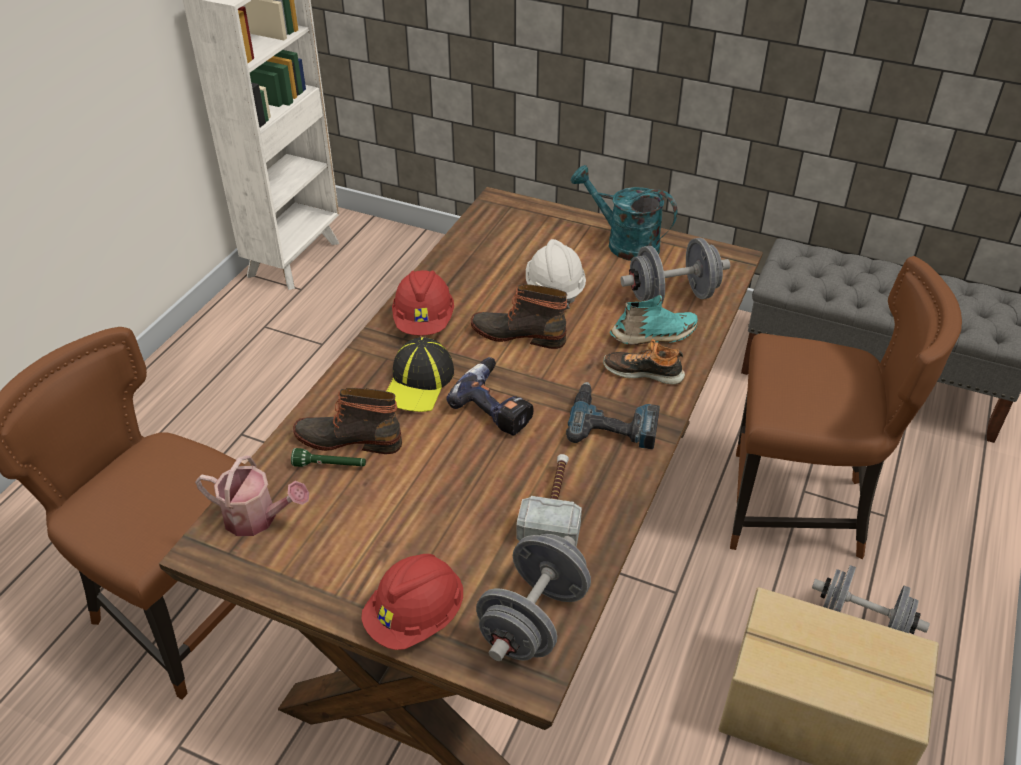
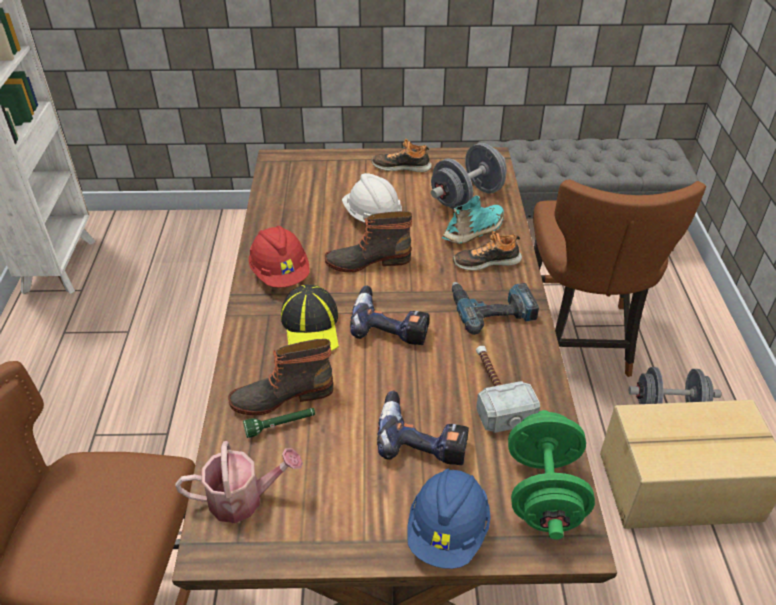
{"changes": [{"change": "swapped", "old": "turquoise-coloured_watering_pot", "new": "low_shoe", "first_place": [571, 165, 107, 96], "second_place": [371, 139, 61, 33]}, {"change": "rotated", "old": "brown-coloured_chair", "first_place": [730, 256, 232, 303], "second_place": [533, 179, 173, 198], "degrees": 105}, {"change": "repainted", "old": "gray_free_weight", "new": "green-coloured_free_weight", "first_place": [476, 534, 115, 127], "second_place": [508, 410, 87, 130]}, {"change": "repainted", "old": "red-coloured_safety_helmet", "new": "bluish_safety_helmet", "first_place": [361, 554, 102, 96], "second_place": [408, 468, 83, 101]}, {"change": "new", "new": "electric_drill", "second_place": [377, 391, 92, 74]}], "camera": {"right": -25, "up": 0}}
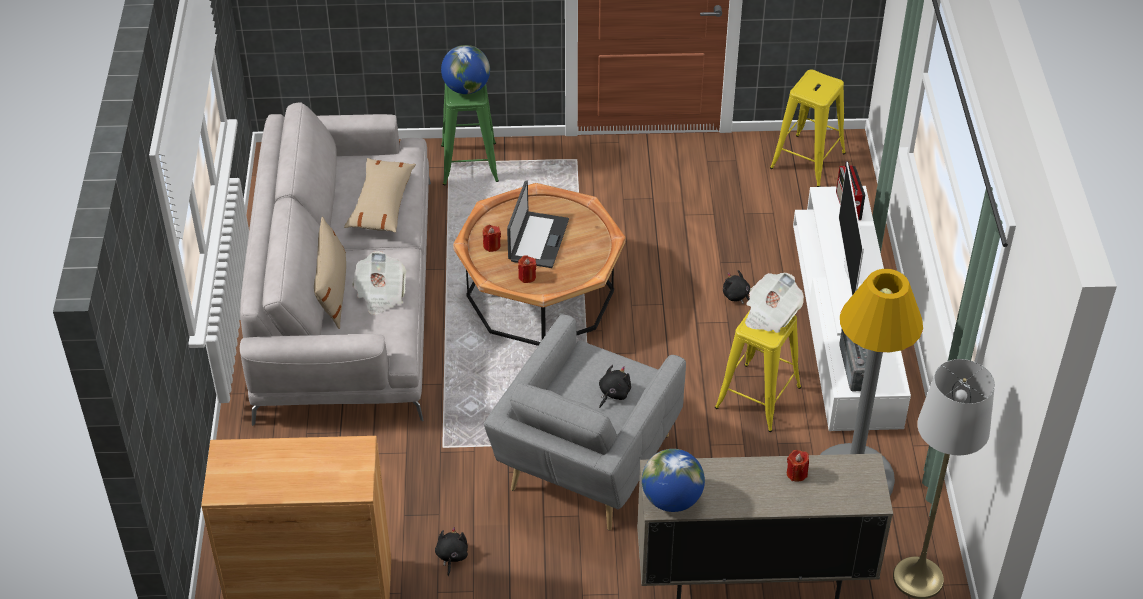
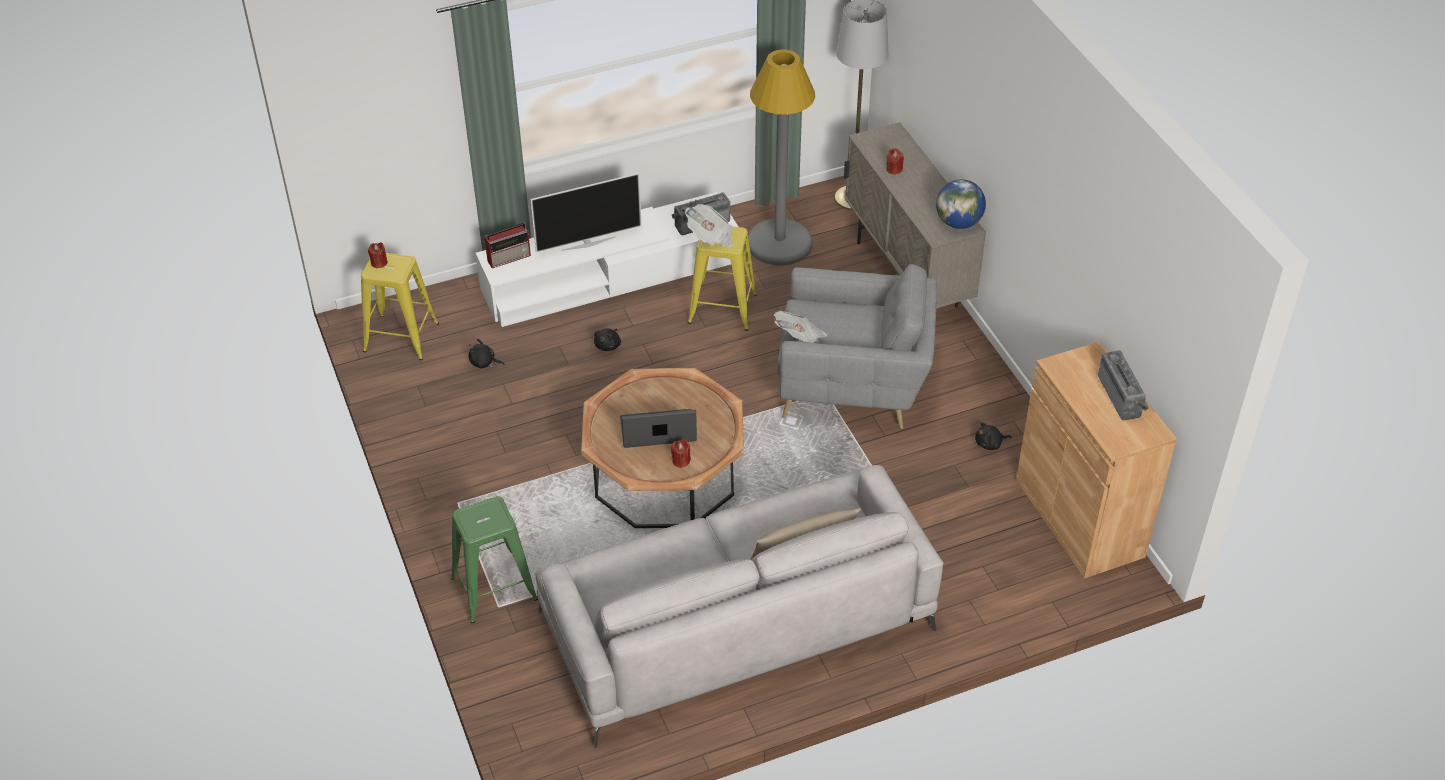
{"changes": [{"change": "gone", "old": "globe", "first_place": [441, 45, 49, 49]}, {"change": "gone", "old": "beige_throw_pillow", "first_place": [344, 158, 72, 75]}, {"change": "shifted", "old": "daily_paper", "first_place": [352, 251, 54, 64], "second_place": [774, 311, 53, 32]}, {"change": "shifted", "old": "red-coloured_candle", "first_place": [518, 256, 18, 27], "second_place": [368, 242, 20, 27]}, {"change": "shifted", "old": "blackish_plush_toy", "first_place": [599, 365, 32, 43], "second_place": [469, 339, 36, 29]}, {"change": "new", "new": "radio_set", "second_place": [1098, 351, 51, 70]}], "camera": {"right": -110, "up": 0}}
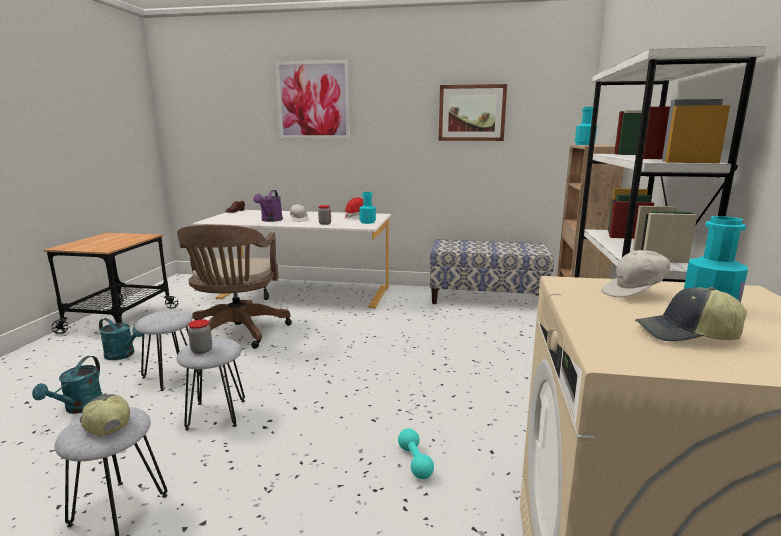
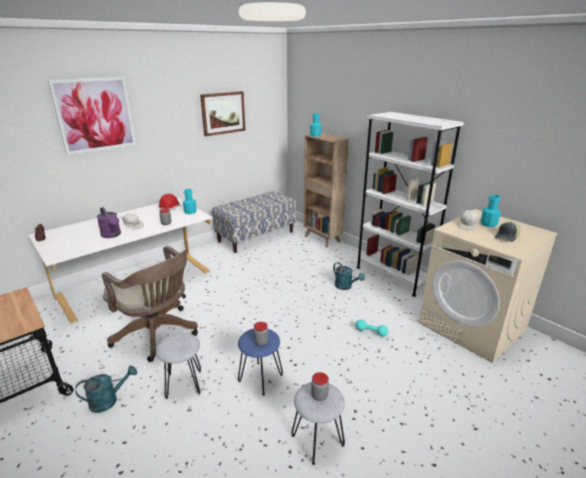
{"changes": [{"change": "repainted", "old": "gray_stool_seat", "new": "bluish_stool_seat", "first_place": [176, 338, 69, 92], "second_place": [238, 329, 45, 67]}, {"change": "shifted", "old": "turquoise-coloured_watering_pot", "first_place": [32, 356, 71, 58], "second_place": [333, 262, 32, 28]}, {"change": "swapped", "old": "baseball_cap", "new": "jar", "first_place": [80, 394, 50, 42], "second_place": [311, 372, 18, 29]}], "camera": {"right": -50, "up": 10}}
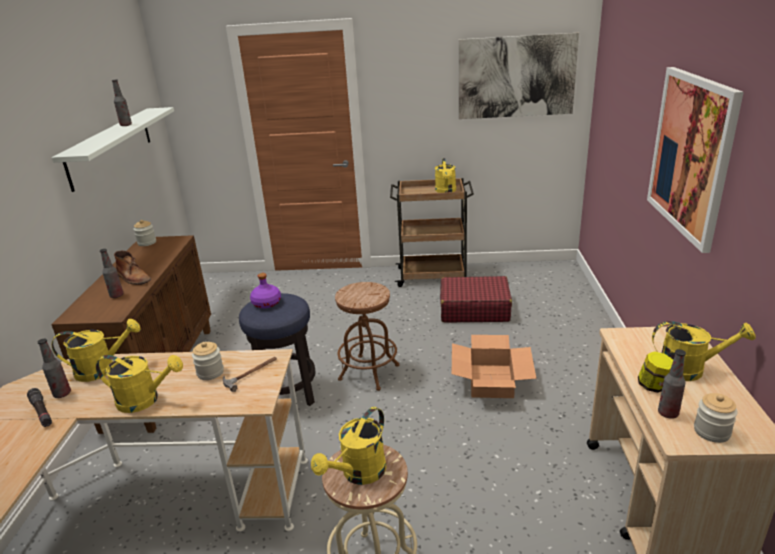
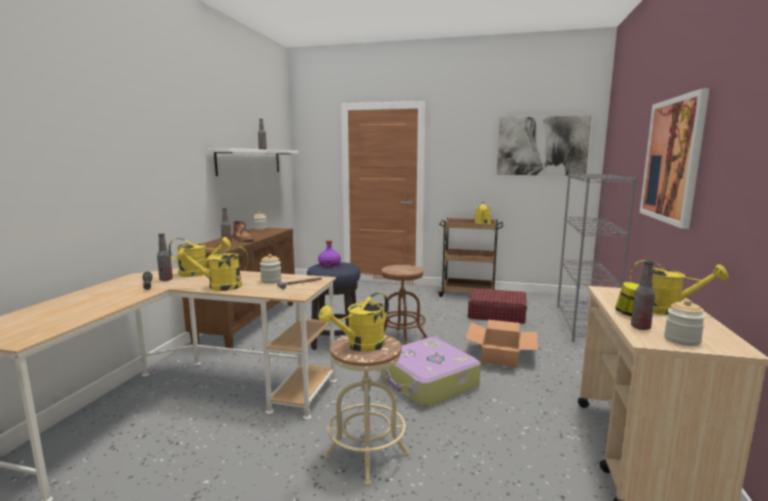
{"changes": [{"change": "rotated", "old": "yellow-coloured_watering_pot", "first_place": [95, 355, 88, 58], "second_place": [177, 246, 71, 45], "degrees": 150}, {"change": "new", "new": "gray_shelving_unit", "second_place": [557, 173, 80, 169]}, {"change": "new", "new": "piece_of_luggage", "second_place": [380, 338, 101, 69]}], "camera": {"right": 10, "up": -15}}
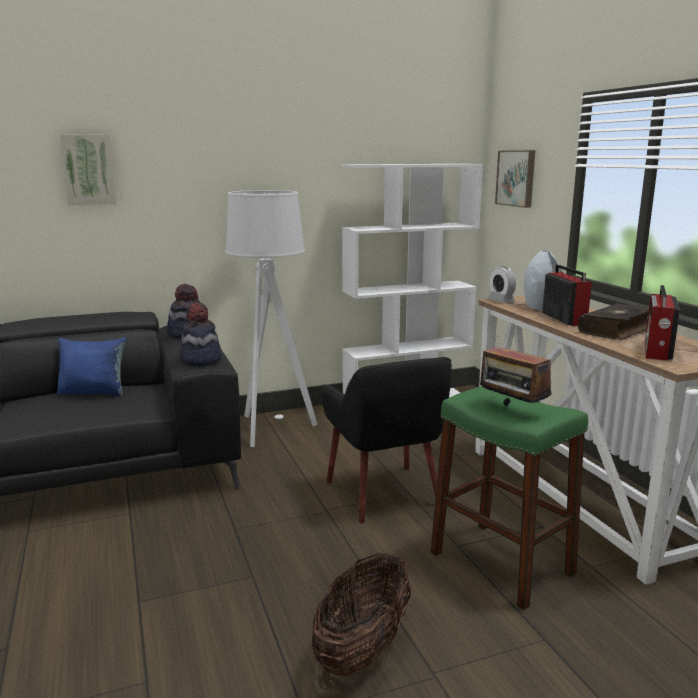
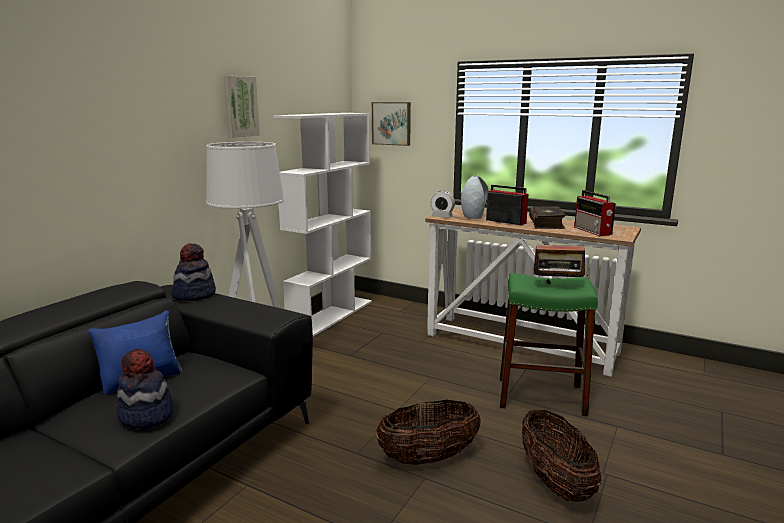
{"changes": [{"change": "shifted", "old": "wall_art", "first_place": [60, 134, 56, 71], "second_place": [223, 76, 37, 62]}, {"change": "shifted", "old": "hat", "first_place": [179, 302, 43, 64], "second_place": [116, 349, 57, 79]}, {"change": "gone", "old": "blackish_armchair", "first_place": [321, 357, 131, 166]}, {"change": "new", "new": "basket", "second_place": [376, 400, 105, 65]}], "camera": {"right": -40, "up": 0}}
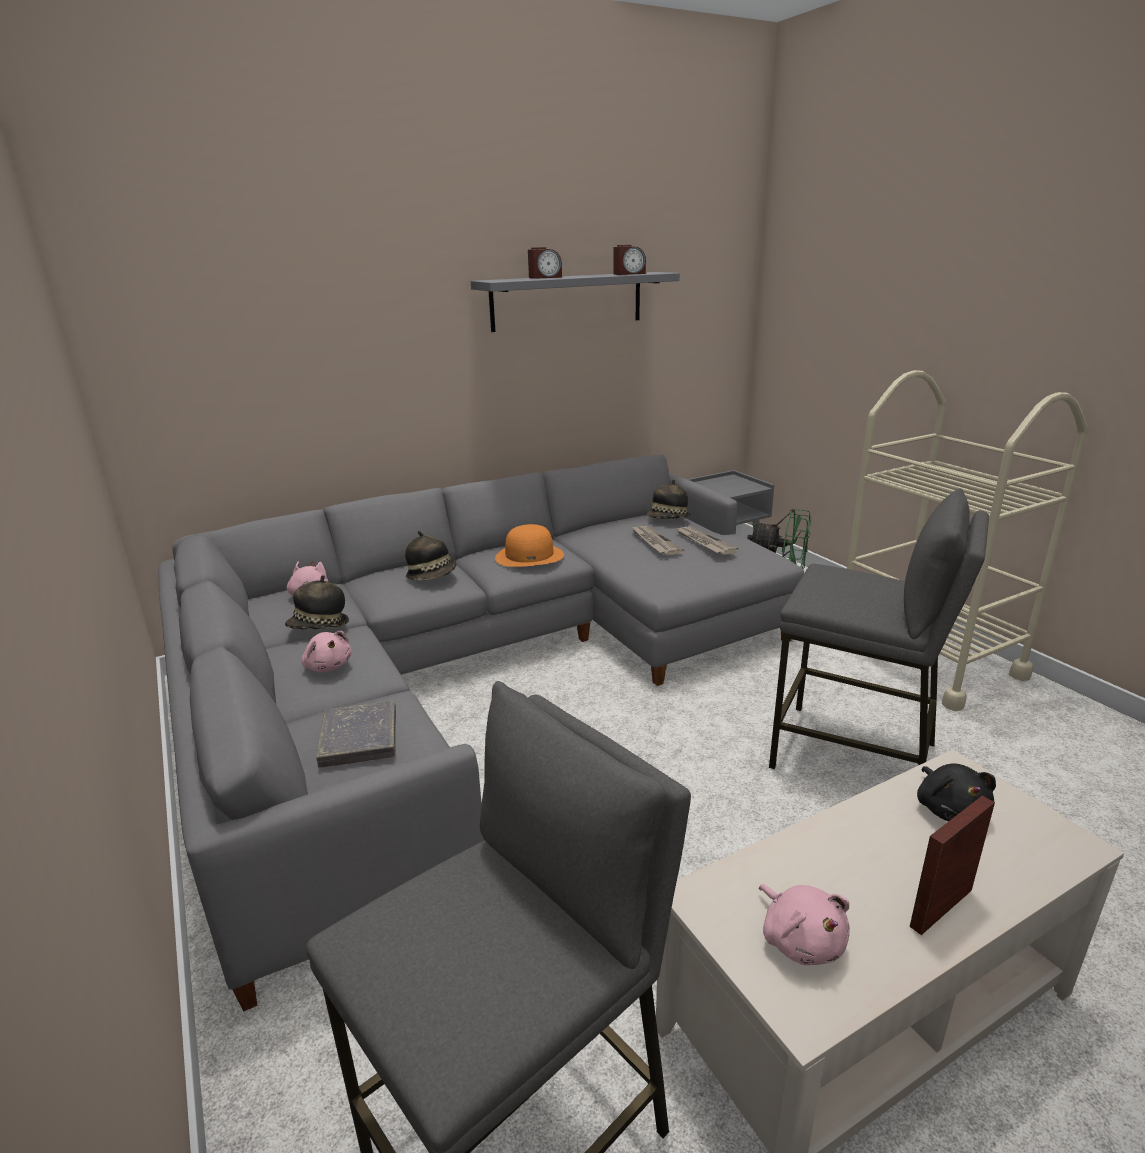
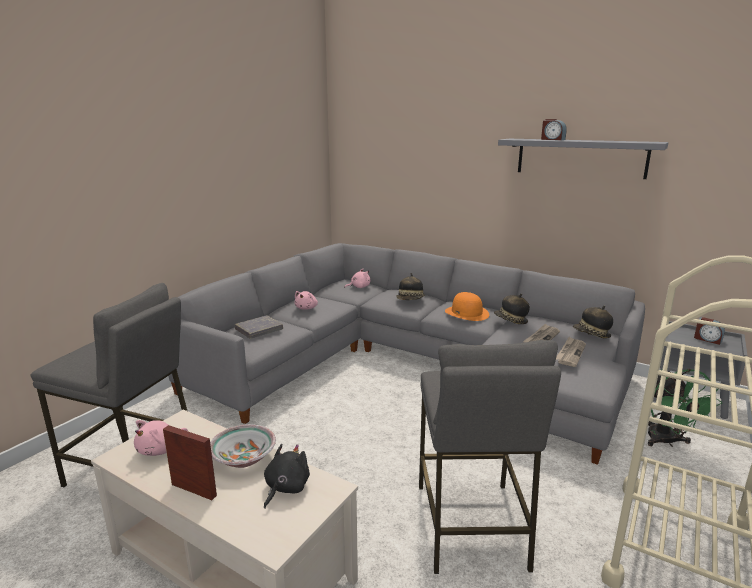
{"changes": [{"change": "shifted", "old": "bedside_clock", "first_place": [614, 245, 32, 30], "second_place": [694, 317, 31, 28]}, {"change": "shifted", "old": "hat", "first_place": [285, 575, 64, 55], "second_place": [494, 294, 36, 30]}, {"change": "rotated", "old": "blackish_plush_toy", "first_place": [917, 763, 79, 58], "second_place": [264, 444, 46, 65], "degrees": 150}, {"change": "new", "new": "bowl", "second_place": [210, 424, 66, 44]}], "camera": {"right": 60, "up": -5}}
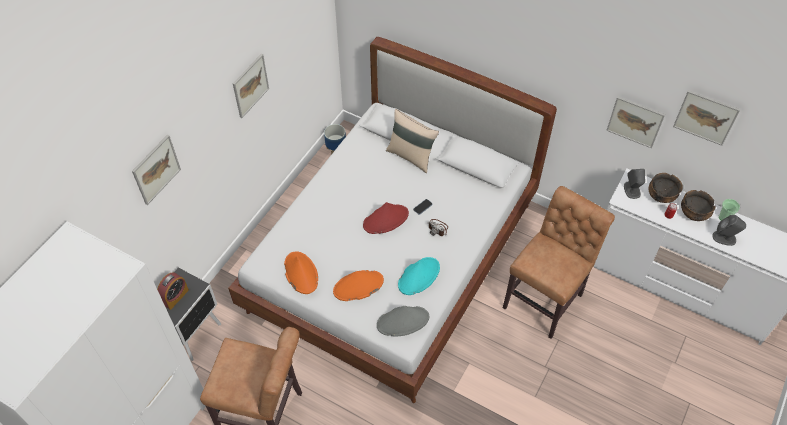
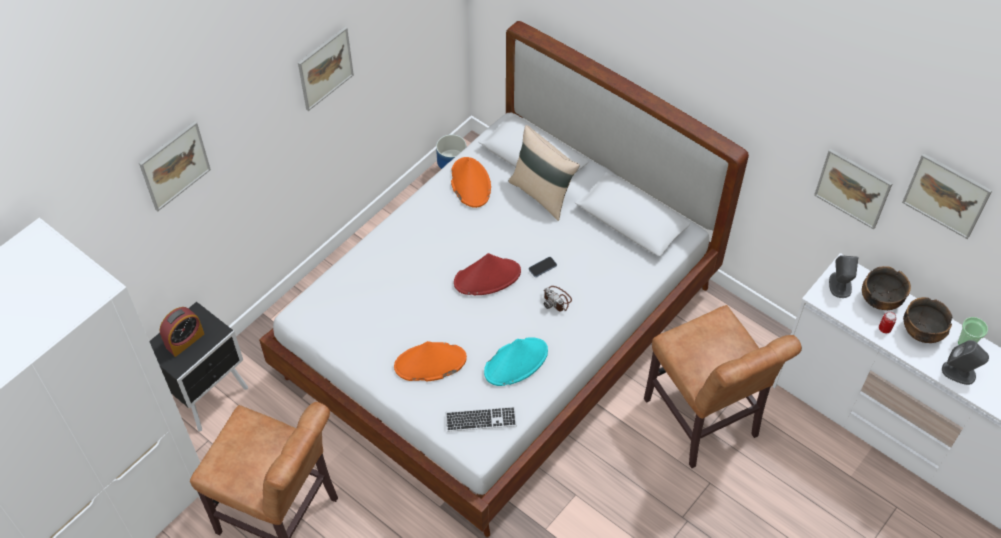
{"changes": [{"change": "rotated", "old": "brown-coloured_chair", "first_place": [503, 186, 112, 153], "second_place": [644, 305, 158, 163], "degrees": 105}, {"change": "shifted", "old": "orangey_hat", "first_place": [284, 251, 34, 43], "second_place": [451, 157, 40, 51]}, {"change": "swapped", "old": "gray_hat", "new": "keyboard", "first_place": [377, 306, 52, 30], "second_place": [446, 406, 71, 26]}], "camera": {"right": 10, "up": 0}}
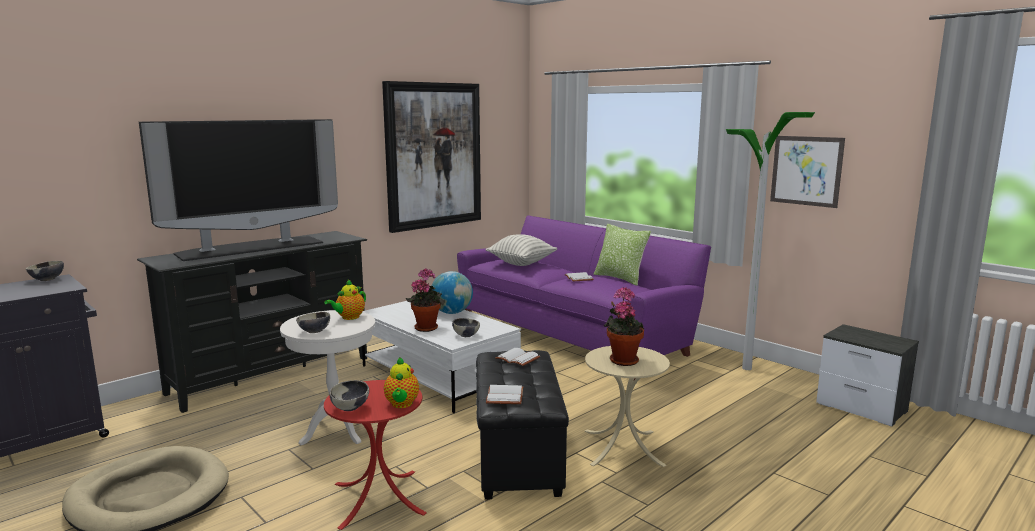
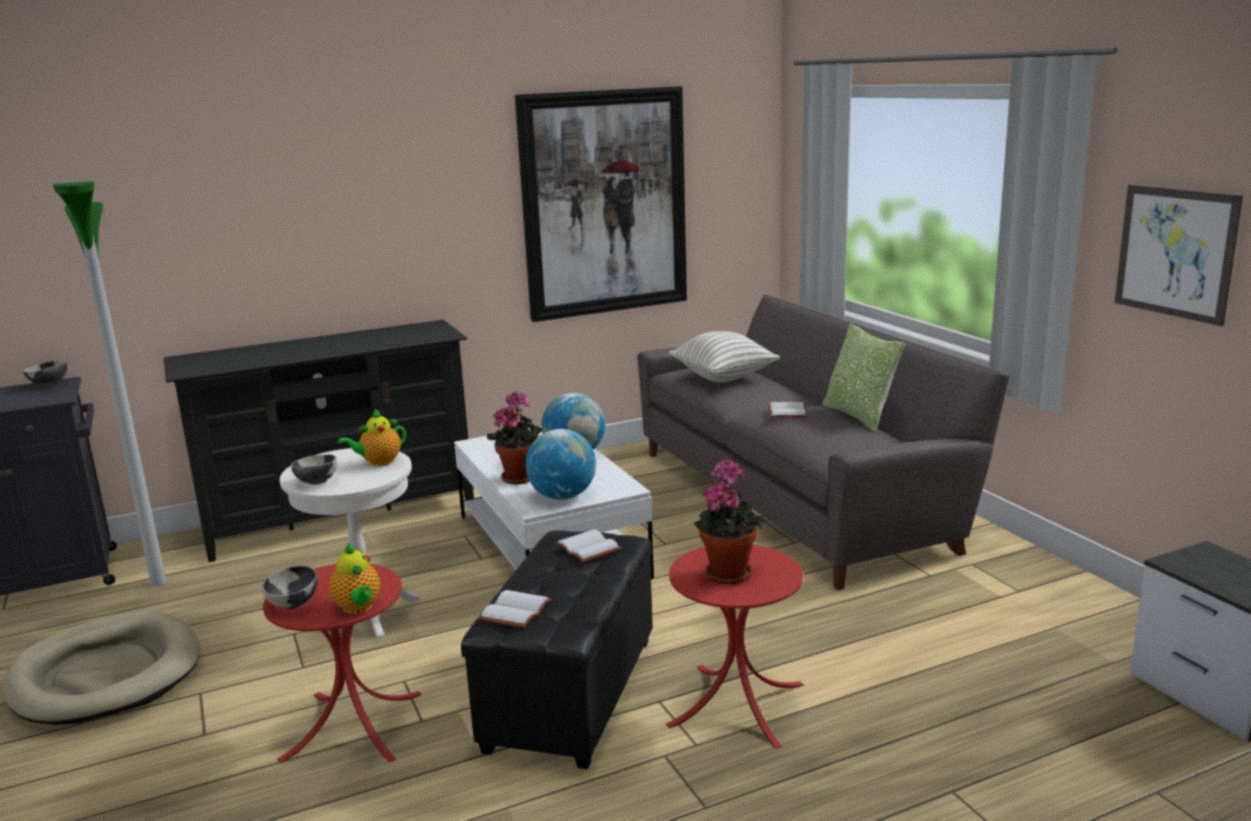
{"changes": [{"change": "shifted", "old": "floor_lamp", "first_place": [726, 112, 89, 258], "second_place": [53, 181, 113, 405]}, {"change": "gone", "old": "TV_set", "first_place": [139, 119, 199, 142]}, {"change": "repainted", "old": "purple-coloured_settee", "new": "gray_settee", "first_place": [457, 215, 254, 165], "second_place": [638, 295, 372, 296]}, {"change": "swapped", "old": "bowl", "new": "globe", "first_place": [452, 318, 28, 19], "second_place": [525, 429, 71, 71]}, {"change": "repainted", "old": "beige_side_table", "new": "red-coloured_side_table", "first_place": [585, 346, 85, 121], "second_place": [666, 545, 138, 203]}, {"change": "rotated", "old": "teapot", "first_place": [384, 357, 35, 51], "second_place": [329, 543, 51, 71], "degrees": -45}], "camera": {"right": 20, "up": 5}}
